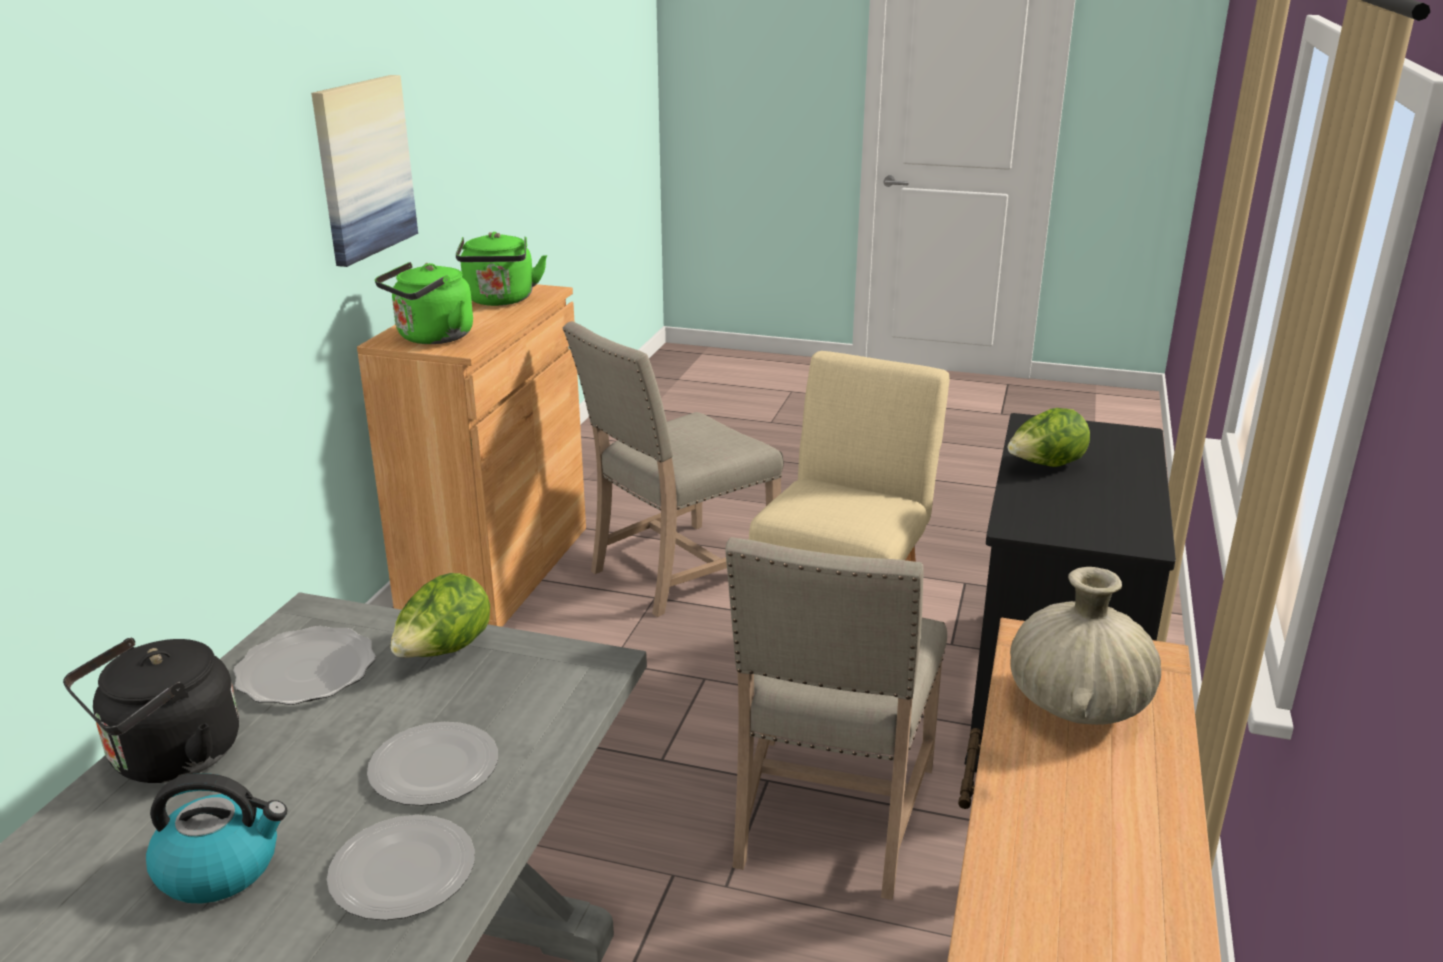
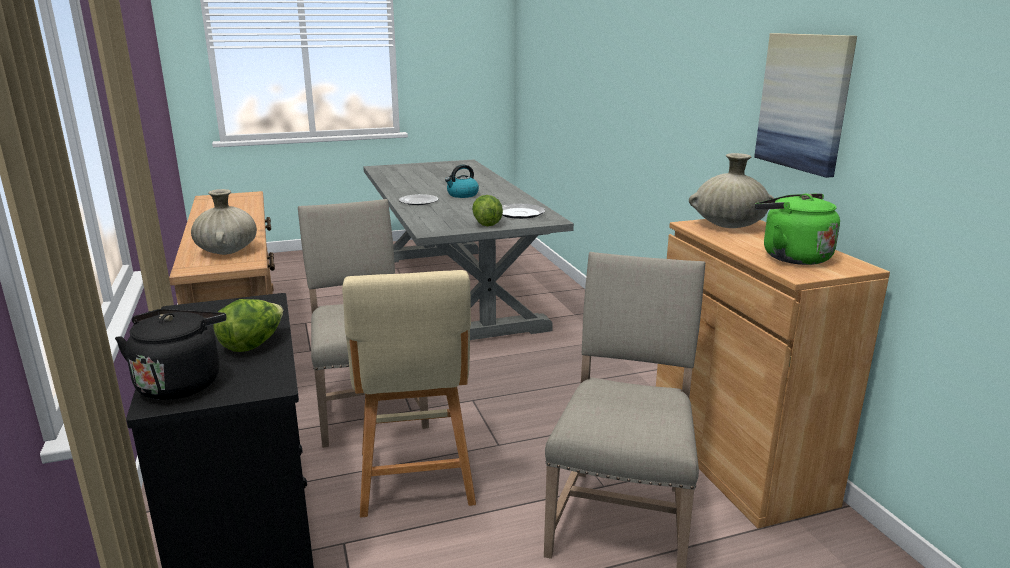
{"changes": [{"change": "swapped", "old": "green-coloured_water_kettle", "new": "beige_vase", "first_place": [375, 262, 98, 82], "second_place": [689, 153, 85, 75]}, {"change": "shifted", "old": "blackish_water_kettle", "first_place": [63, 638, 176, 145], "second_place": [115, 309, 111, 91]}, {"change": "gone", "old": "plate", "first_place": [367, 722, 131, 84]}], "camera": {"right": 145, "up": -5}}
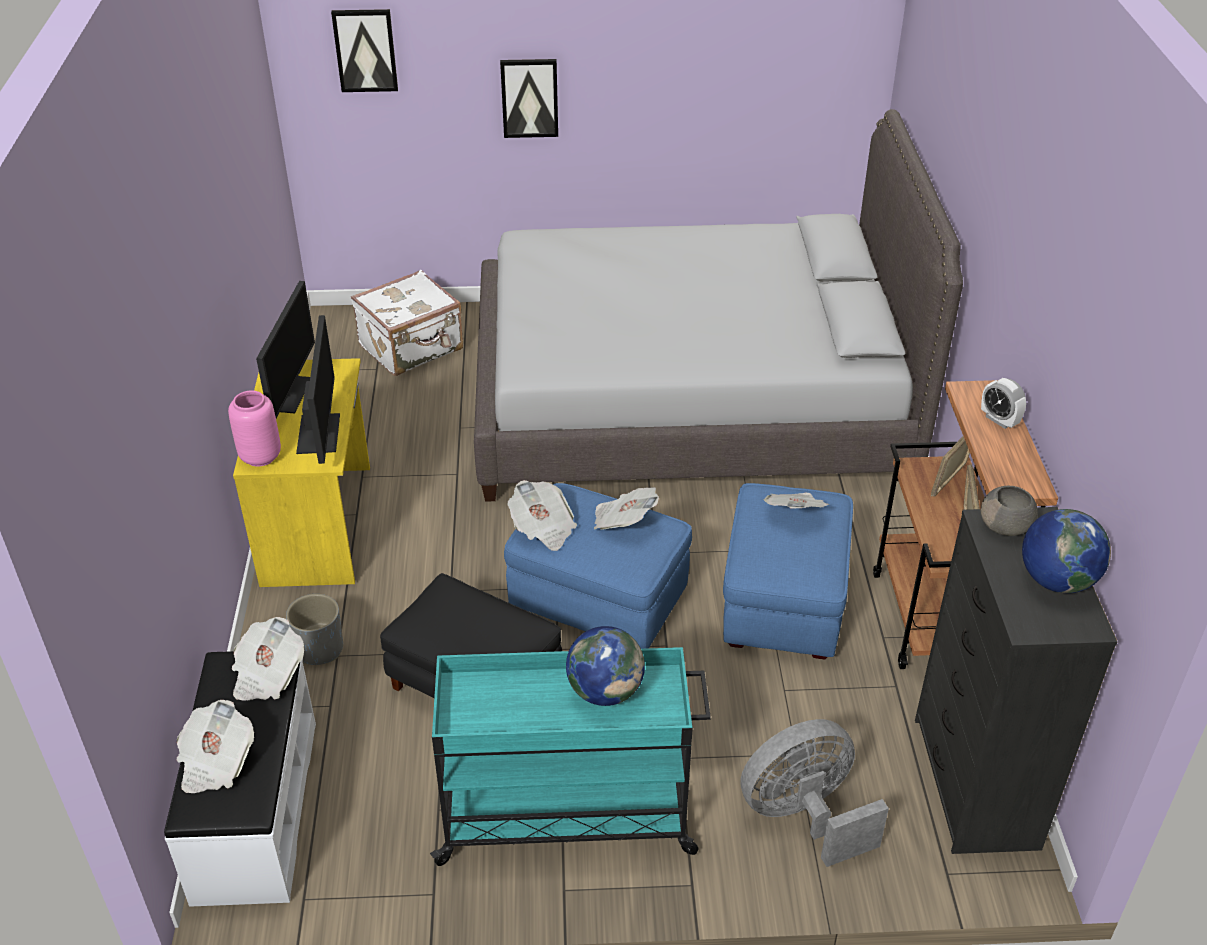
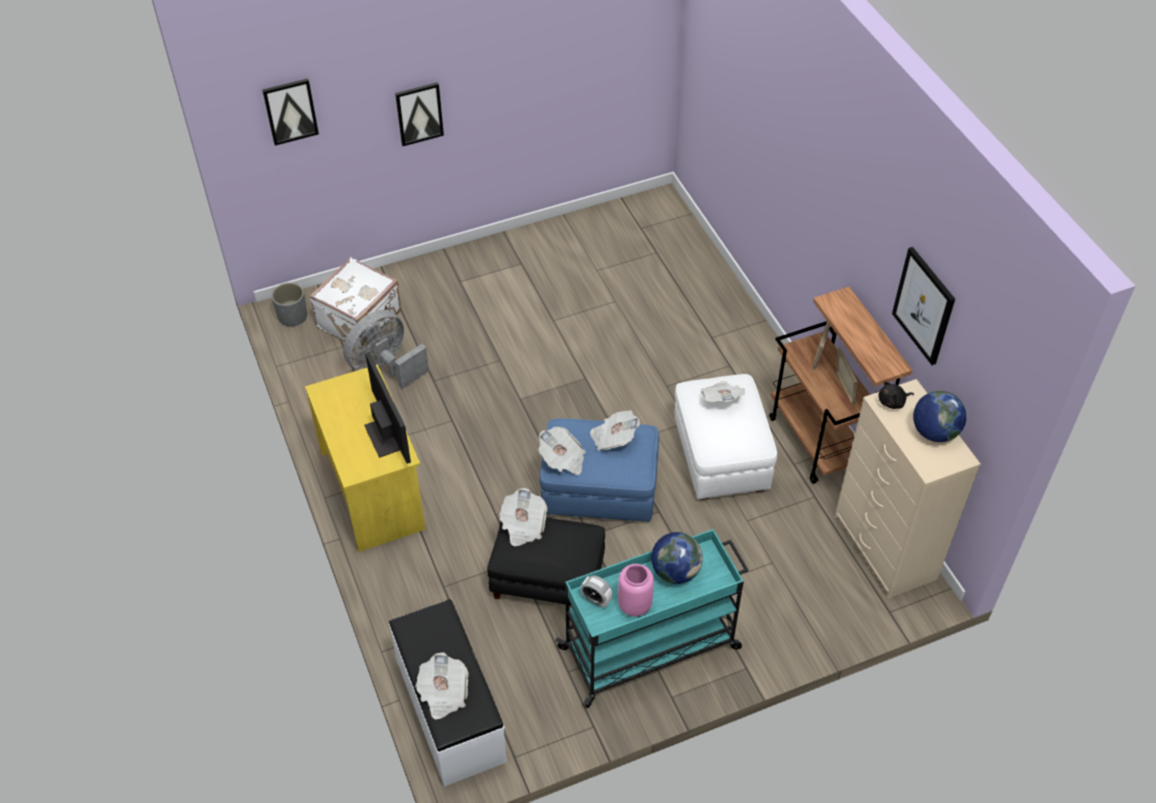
{"changes": [{"change": "gone", "old": "gray_bed", "first_place": [474, 109, 489, 393]}, {"change": "gone", "old": "computer_screen", "first_place": [256, 281, 59, 138]}, {"change": "shifted", "old": "bedside_clock", "first_place": [981, 378, 45, 51], "second_place": [581, 575, 31, 33]}, {"change": "shifted", "old": "pink_vase", "first_place": [228, 390, 53, 77], "second_place": [618, 564, 36, 52]}, {"change": "repainted", "old": "bluish_ottoman", "new": "whitish_ottoman", "first_place": [723, 483, 130, 176], "second_place": [675, 374, 102, 126]}, {"change": "swapped", "old": "gray_bowl", "new": "blackish_plush_toy", "first_place": [981, 486, 57, 50], "second_place": [879, 381, 35, 28]}, {"change": "repainted", "old": "blackish_drawer_chest", "new": "beige_drawer_chest", "first_place": [915, 507, 202, 347], "second_place": [835, 379, 146, 219]}, {"change": "shifted", "old": "gray_planter", "first_place": [286, 594, 57, 71], "second_place": [271, 283, 36, 44]}, {"change": "shifted", "old": "daily_paper", "first_place": [232, 617, 72, 84], "second_place": [499, 488, 49, 59]}, {"change": "shifted", "old": "gray_electric_fan", "first_place": [740, 719, 149, 148], "second_place": [343, 310, 86, 79]}, {"change": "new", "new": "wall_art", "second_place": [892, 247, 63, 118]}], "camera": {"right": -20, "up": 10}}
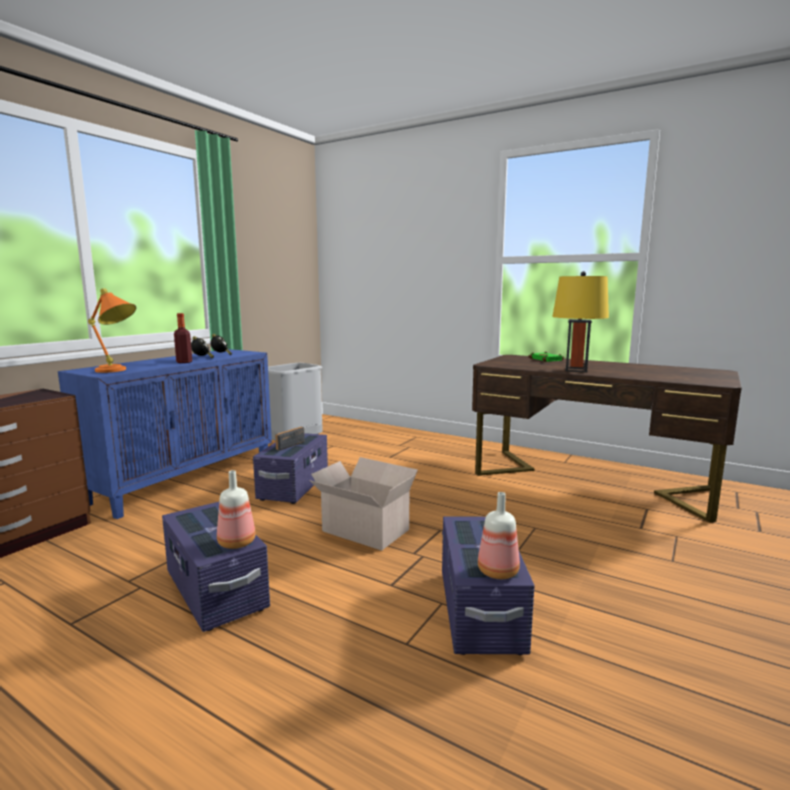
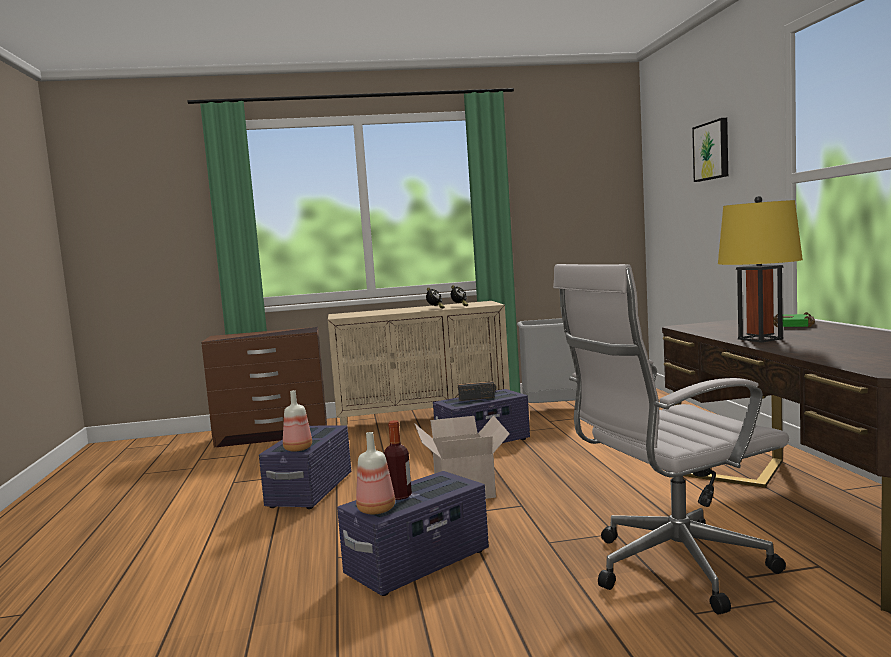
{"changes": [{"change": "gone", "old": "orangey_lamp_for_a_table", "first_place": [88, 288, 48, 85]}, {"change": "shifted", "old": "drink_bottle", "first_place": [174, 313, 18, 50], "second_place": [384, 420, 28, 80]}, {"change": "repainted", "old": "bluish_cupboard", "new": "beige_cupboard", "first_place": [58, 349, 214, 170], "second_place": [328, 301, 182, 128]}, {"change": "new", "new": "wall_art", "second_place": [692, 118, 36, 64]}, {"change": "new", "new": "whitish_desk_chair", "second_place": [553, 264, 236, 351]}], "camera": {"right": 50, "up": -5}}
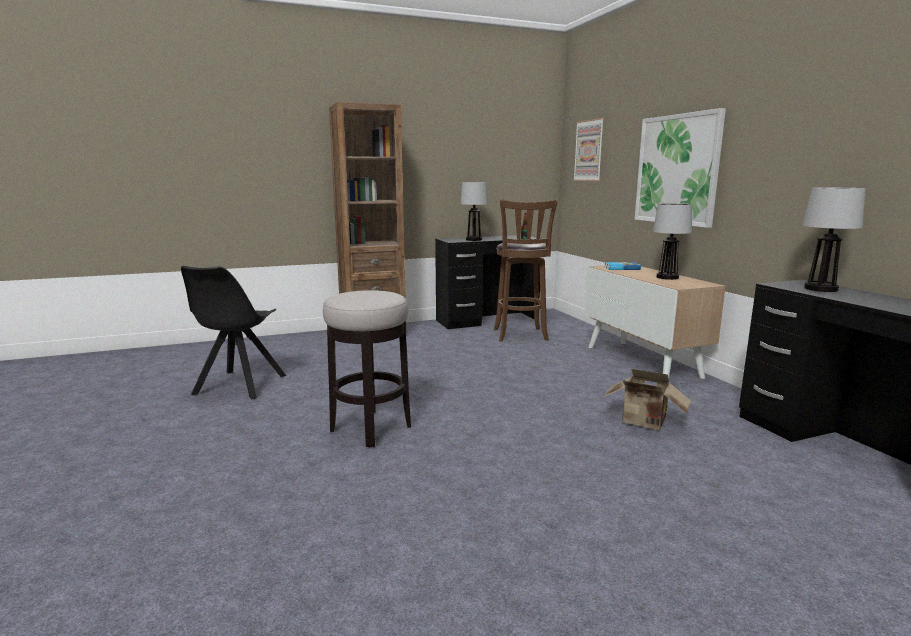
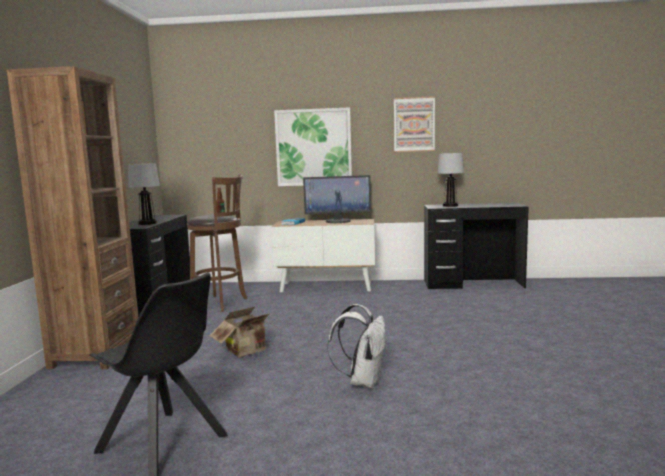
{"changes": [{"change": "shifted", "old": "wall_art", "first_place": [573, 118, 31, 63], "second_place": [394, 96, 41, 56]}, {"change": "swapped", "old": "lamp_for_a_table", "new": "computer_screen", "first_place": [653, 203, 39, 77], "second_place": [303, 175, 68, 48]}, {"change": "swapped", "old": "stool_seat", "new": "whitish_knapsack", "first_place": [323, 290, 88, 157], "second_place": [327, 304, 59, 84]}, {"change": "shifted", "old": "carton", "first_place": [604, 369, 87, 61], "second_place": [209, 306, 60, 51]}], "camera": {"right": -65, "up": -5}}
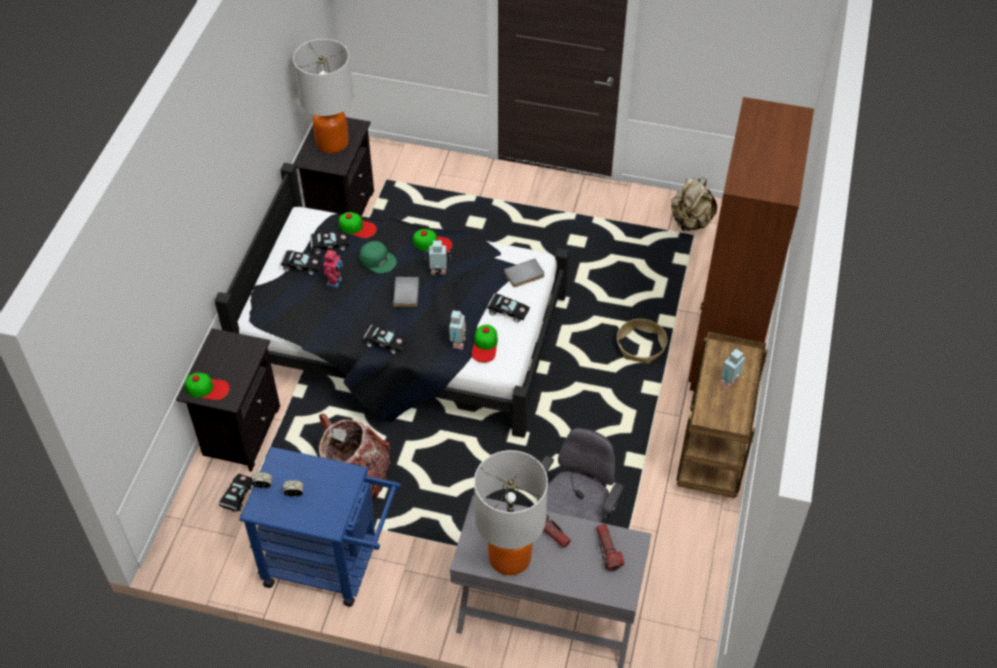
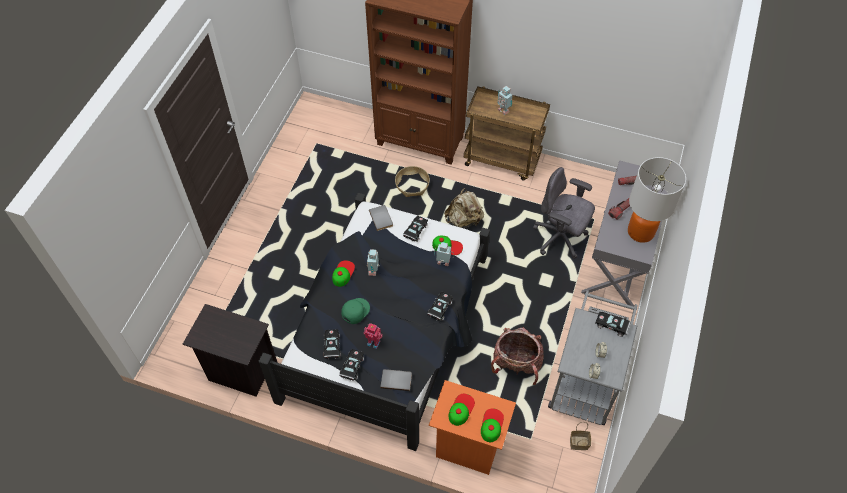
{"changes": [{"change": "gone", "old": "lamp_for_a_table", "first_place": [293, 39, 61, 114]}, {"change": "shifted", "old": "beige_knapsack", "first_place": [671, 177, 46, 54], "second_place": [444, 188, 40, 40]}, {"change": "shifted", "old": "baseball_cap", "first_place": [339, 212, 38, 26], "second_place": [449, 394, 26, 32]}, {"change": "shifted", "old": "gray_book", "first_place": [393, 277, 26, 30], "second_place": [380, 369, 32, 22]}, {"change": "repainted", "old": "blackish_nightstand", "new": "orangey_nightstand", "first_place": [176, 328, 104, 144], "second_place": [429, 380, 87, 95]}, {"change": "repainted", "old": "bluish_wheeled_cart", "new": "gray_wheeled_cart", "first_place": [239, 447, 162, 160], "second_place": [548, 290, 89, 135]}, {"change": "shifted", "old": "blackish_toy_car", "first_place": [219, 474, 34, 38], "second_place": [595, 312, 36, 25]}, {"change": "new", "new": "basket", "second_place": [570, 422, 21, 28]}], "camera": {"right": -85, "up": 5}}
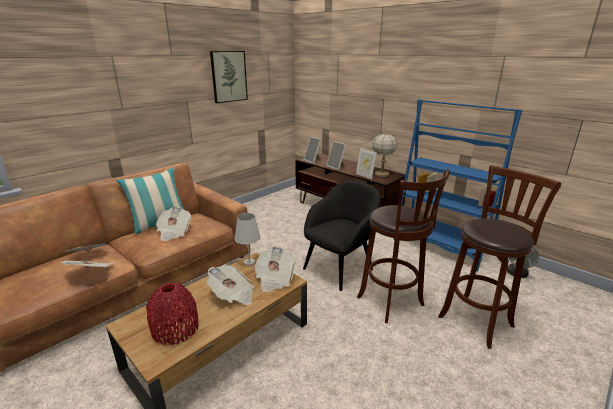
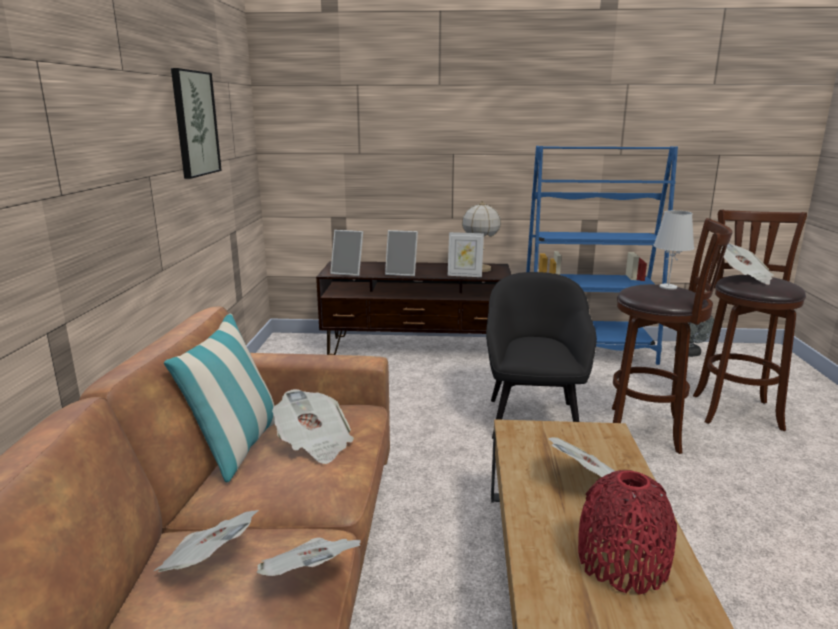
{"changes": [{"change": "shifted", "old": "whitish_lamp_for_a_table", "first_place": [235, 213, 26, 52], "second_place": [653, 210, 41, 80]}, {"change": "shifted", "old": "daily_paper", "first_place": [254, 246, 42, 46], "second_place": [720, 243, 54, 42]}], "camera": {"right": -40, "up": -5}}
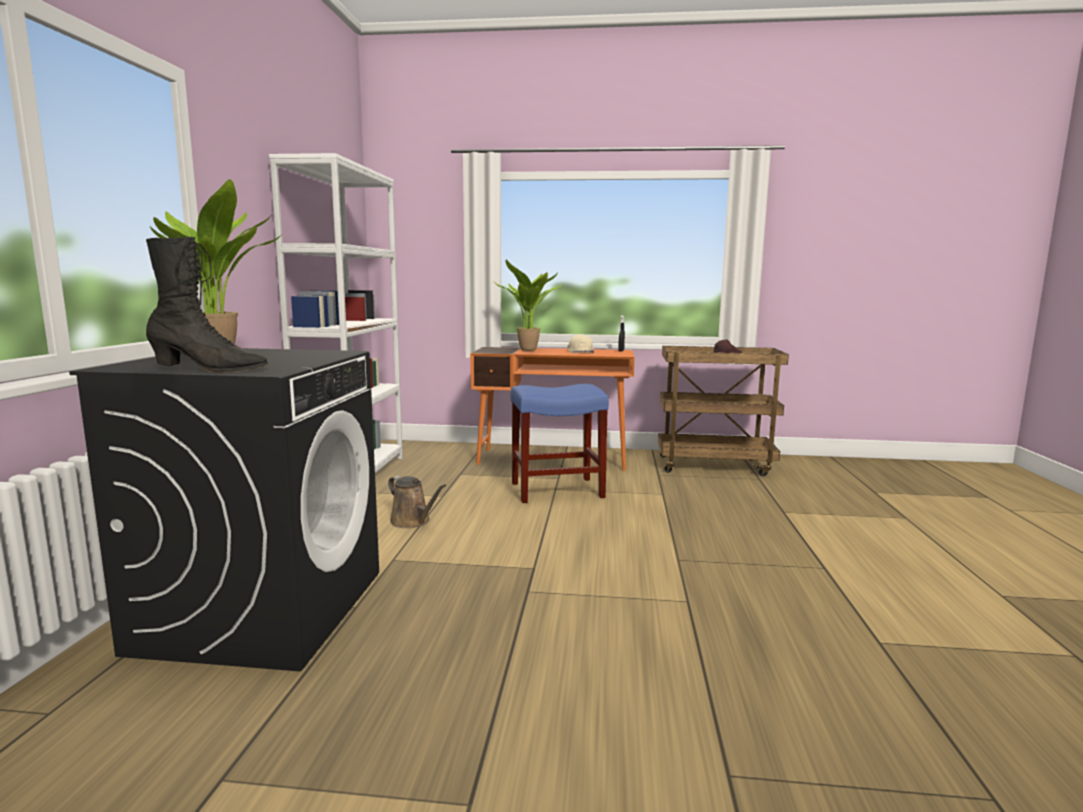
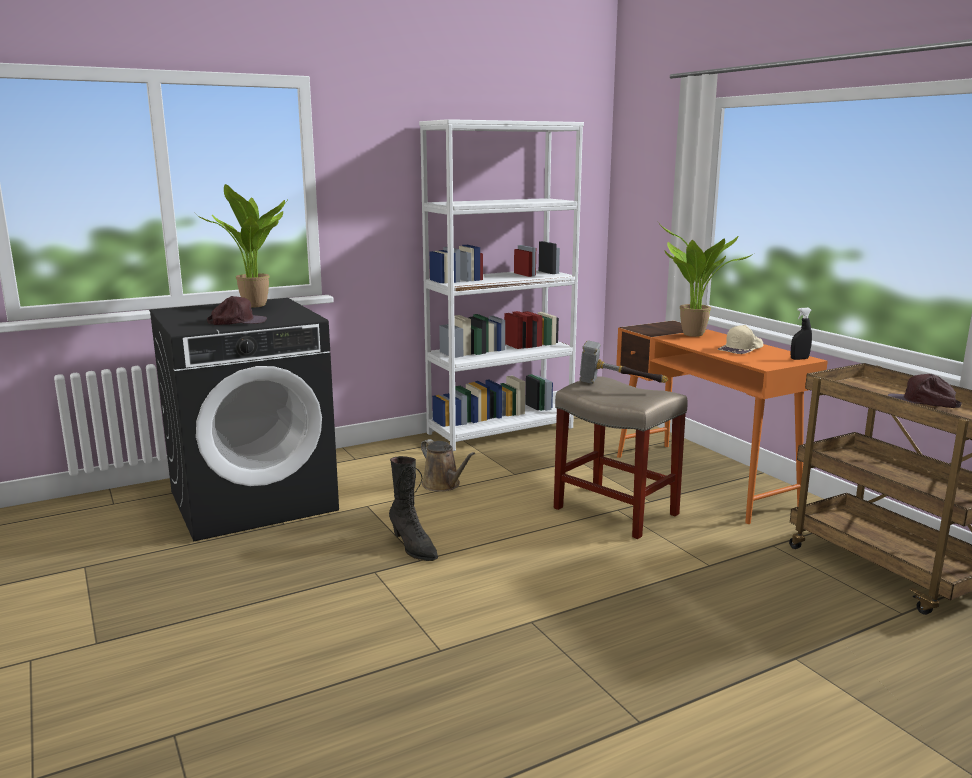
{"changes": [{"change": "shifted", "old": "blackish_high-top_boot", "first_place": [146, 237, 122, 136], "second_place": [389, 456, 49, 105]}, {"change": "repainted", "old": "bluish_stool_seat", "new": "beige_stool_seat", "first_place": [511, 384, 98, 119], "second_place": [554, 376, 134, 163]}, {"change": "rotated", "old": "brown-coloured_watering_pot", "first_place": [388, 476, 58, 52], "second_place": [421, 439, 54, 53], "degrees": -45}, {"change": "new", "new": "brown-coloured_baseball_cap", "second_place": [207, 296, 60, 29]}, {"change": "new", "new": "hammer", "second_place": [579, 340, 89, 44]}], "camera": {"right": 55, "up": 5}}
